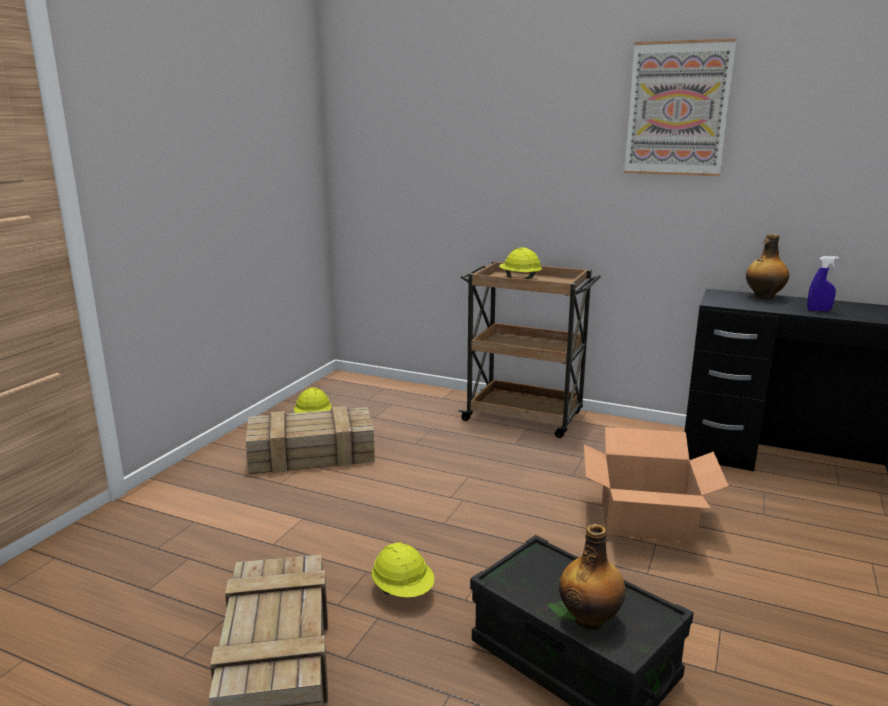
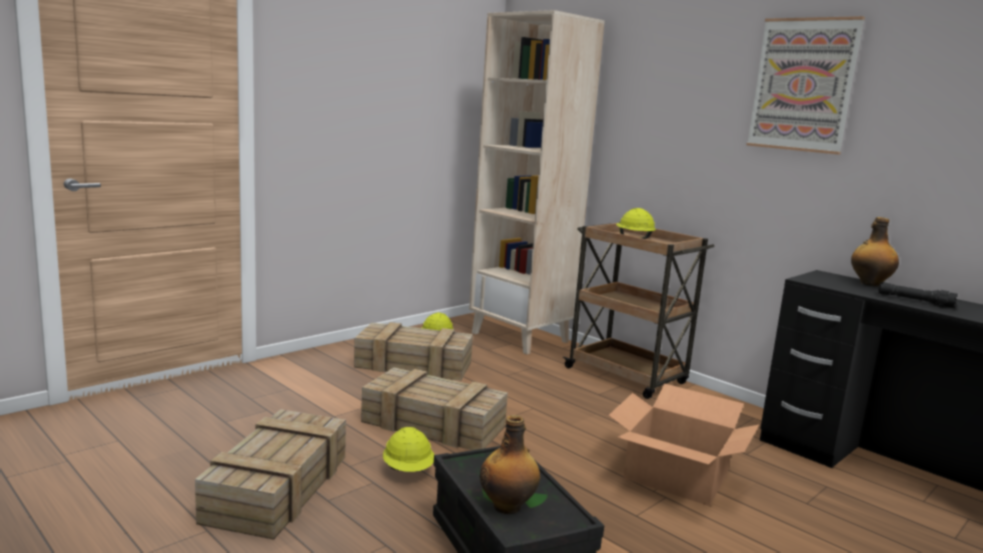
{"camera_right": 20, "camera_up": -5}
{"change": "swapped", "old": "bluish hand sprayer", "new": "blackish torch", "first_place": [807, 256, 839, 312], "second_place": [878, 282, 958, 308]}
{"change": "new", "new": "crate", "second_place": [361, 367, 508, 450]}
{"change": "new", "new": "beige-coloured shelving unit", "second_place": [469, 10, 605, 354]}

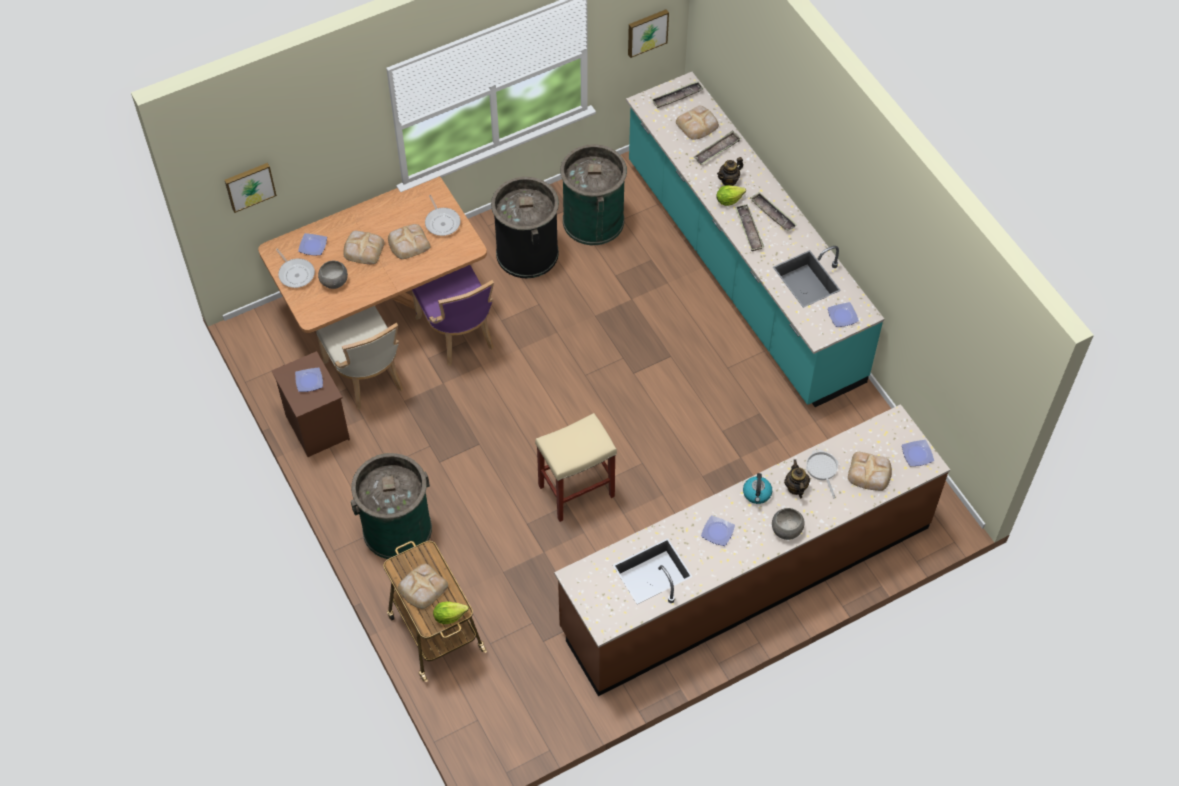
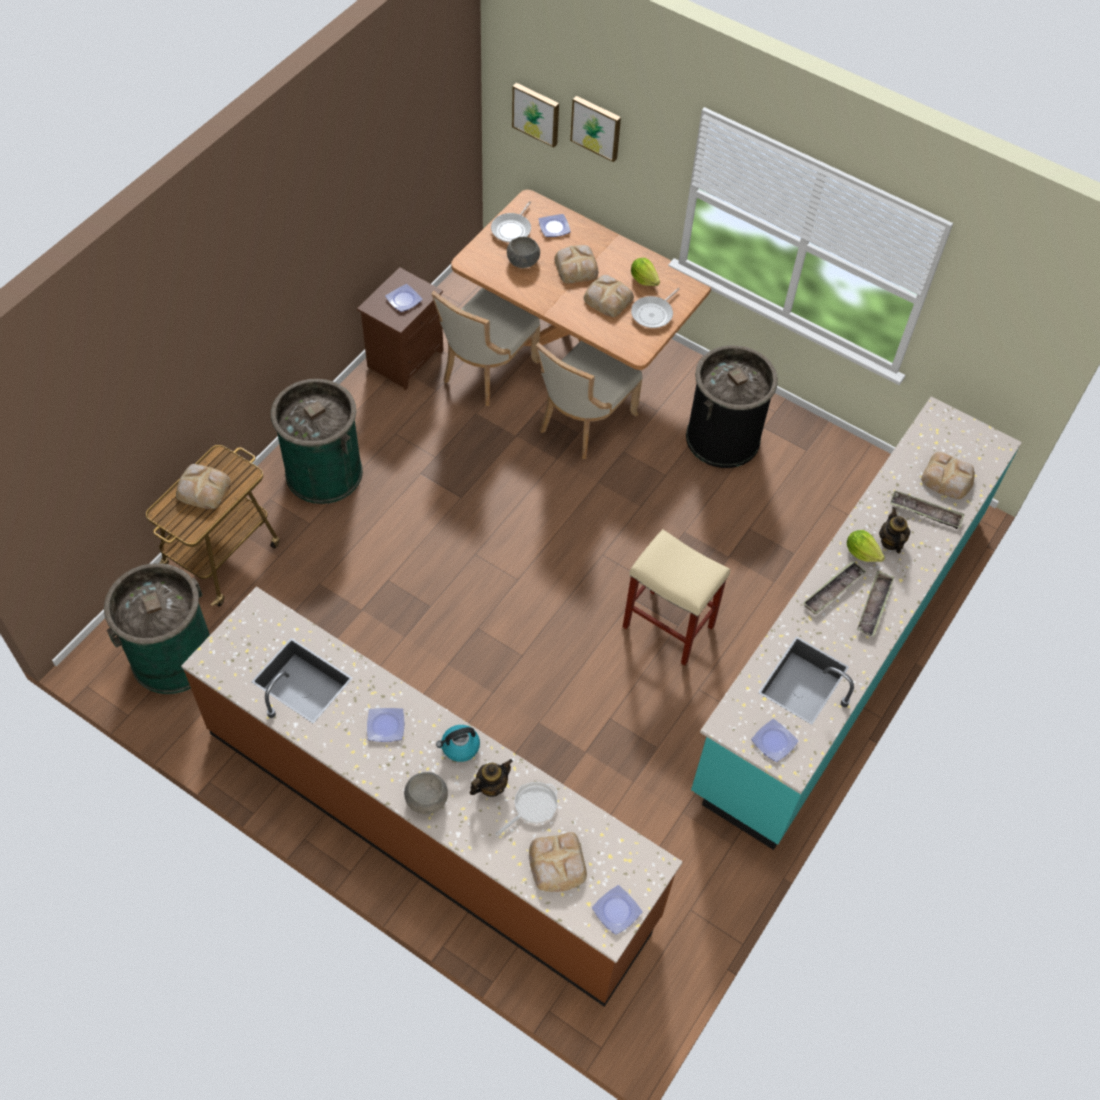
{"camera_right": 60, "camera_up": 0}
{"change": "repainted", "old": "purple chair", "new": "beige-coloured chair", "first_place": [412, 265, 494, 366], "second_place": [536, 341, 642, 459]}
{"change": "shifted", "old": "head of lettuce", "first_place": [433, 601, 469, 624], "second_place": [631, 258, 660, 286]}
{"change": "shifted", "old": "beige-coloured sitting stool", "first_place": [535, 413, 617, 522], "second_place": [623, 529, 730, 666]}
{"change": "shifted", "old": "greenish trash can", "first_place": [560, 144, 627, 245], "second_place": [104, 563, 210, 694]}
{"change": "shifted", "old": "picture", "first_place": [628, 9, 669, 58], "second_place": [570, 96, 621, 162]}
{"change": "gone", "old": "carrying tray", "first_place": [651, 81, 704, 108]}
{"change": "rotated", "old": "pot for tea", "first_place": [717, 157, 743, 186], "second_place": [879, 507, 910, 553], "degrees": 60}

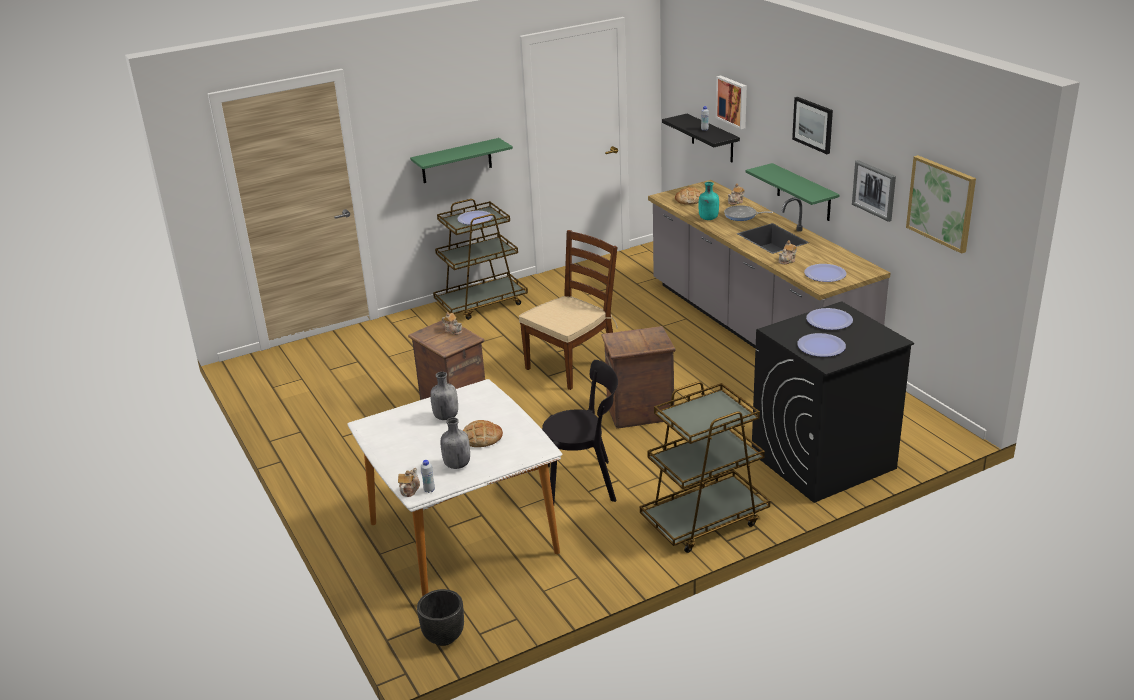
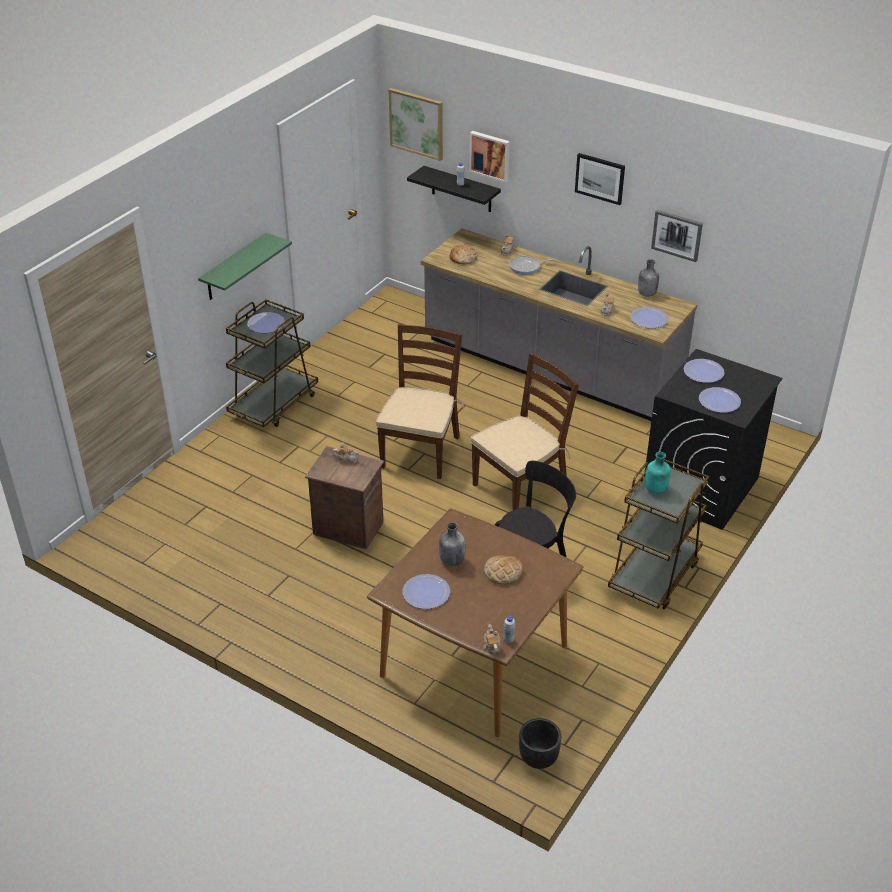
{"camera_right": -30, "camera_up": 10}
{"change": "repainted", "old": "whitish dinner table", "new": "brownish dinner table", "first_place": [347, 379, 562, 597], "second_place": [367, 509, 583, 737]}
{"change": "shifted", "old": "grey beverage bottle", "first_place": [441, 417, 470, 469], "second_place": [638, 259, 659, 297]}
{"change": "swapped", "old": "crate", "new": "brownish chair", "first_place": [601, 326, 675, 429], "second_place": [471, 353, 579, 510]}
{"change": "shifted", "old": "turquoise beverage bottle", "first_place": [699, 182, 719, 220], "second_place": [645, 452, 671, 494]}
{"change": "gone", "old": "greenish wall shelf", "first_place": [746, 163, 840, 221]}
{"change": "shifted", "old": "picture", "first_place": [906, 155, 976, 254], "second_place": [389, 88, 443, 161]}
{"change": "new", "new": "flat dish", "second_place": [402, 574, 450, 609]}

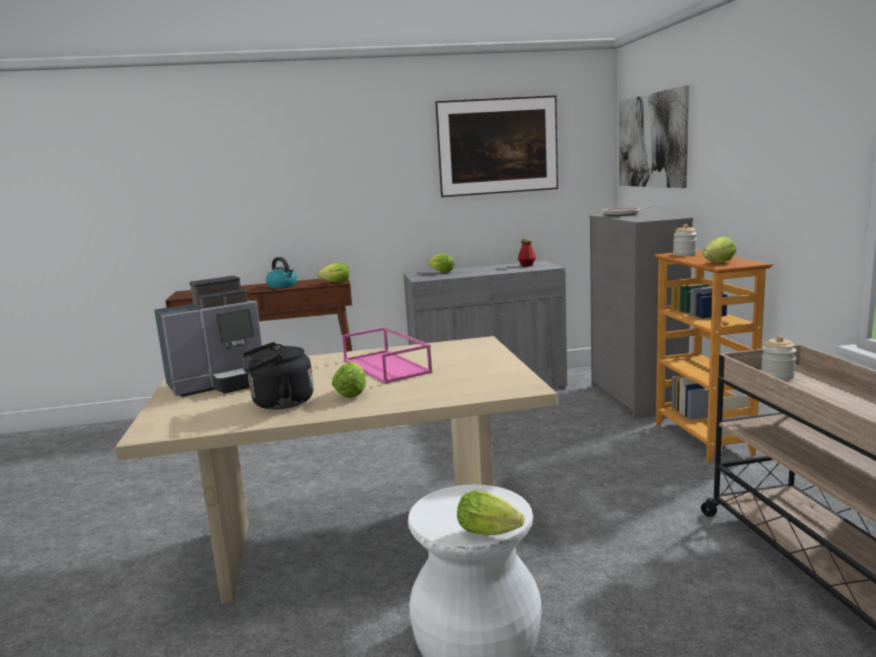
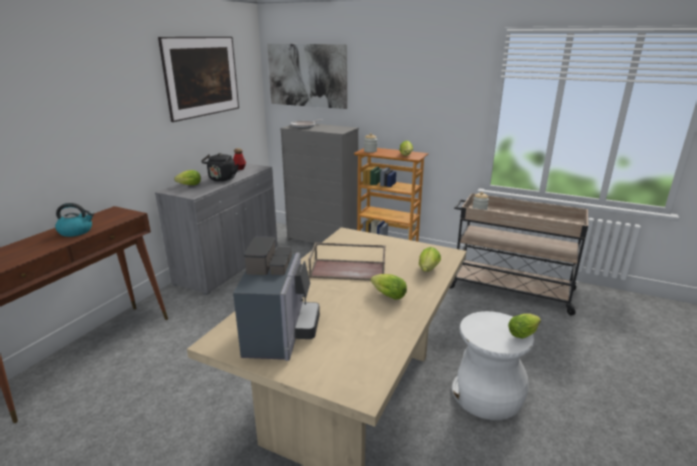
{"camera_right": -55, "camera_up": 10}
{"change": "shifted", "old": "blackish kettle", "first_place": [240, 342, 314, 410], "second_place": [201, 153, 239, 181]}
{"change": "shifted", "old": "head of lettuce", "first_place": [317, 262, 350, 282], "second_place": [419, 247, 441, 272]}
{"change": "repainted", "old": "pinkish carrying tray", "new": "brownish carrying tray", "first_place": [342, 327, 432, 384], "second_place": [309, 243, 386, 281]}

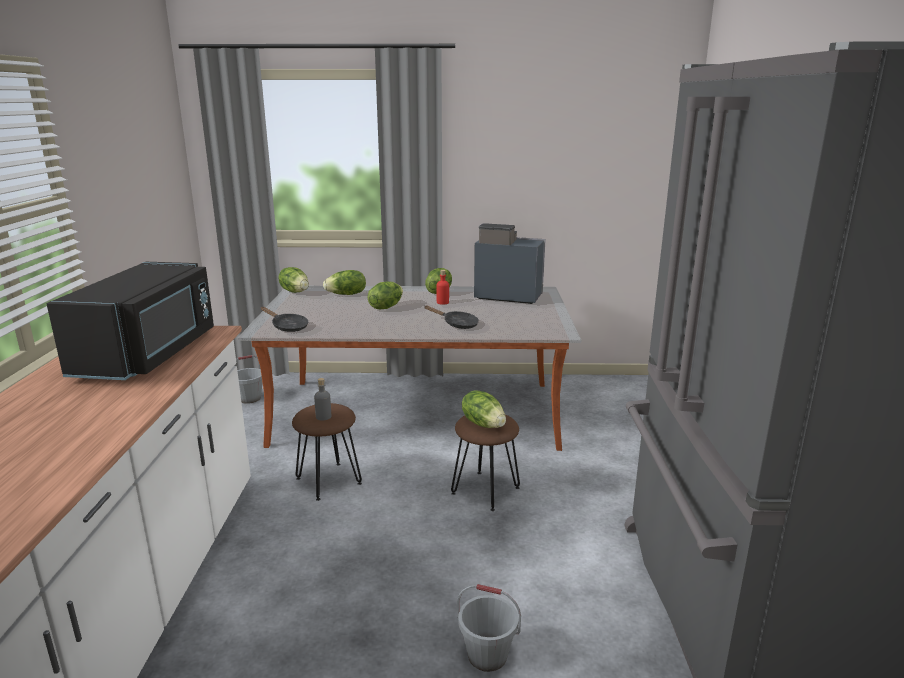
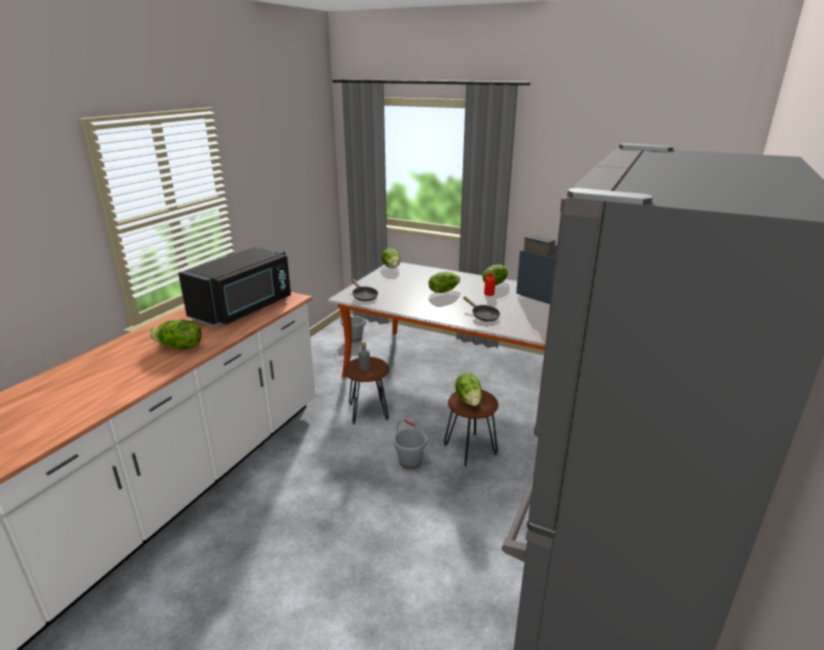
{"camera_right": 25, "camera_up": 5}
{"change": "shifted", "old": "head of lettuce", "first_place": [323, 270, 366, 295], "second_place": [150, 319, 202, 349]}
{"change": "shifted", "old": "grey bucket", "first_place": [457, 584, 521, 672], "second_place": [393, 419, 427, 469]}

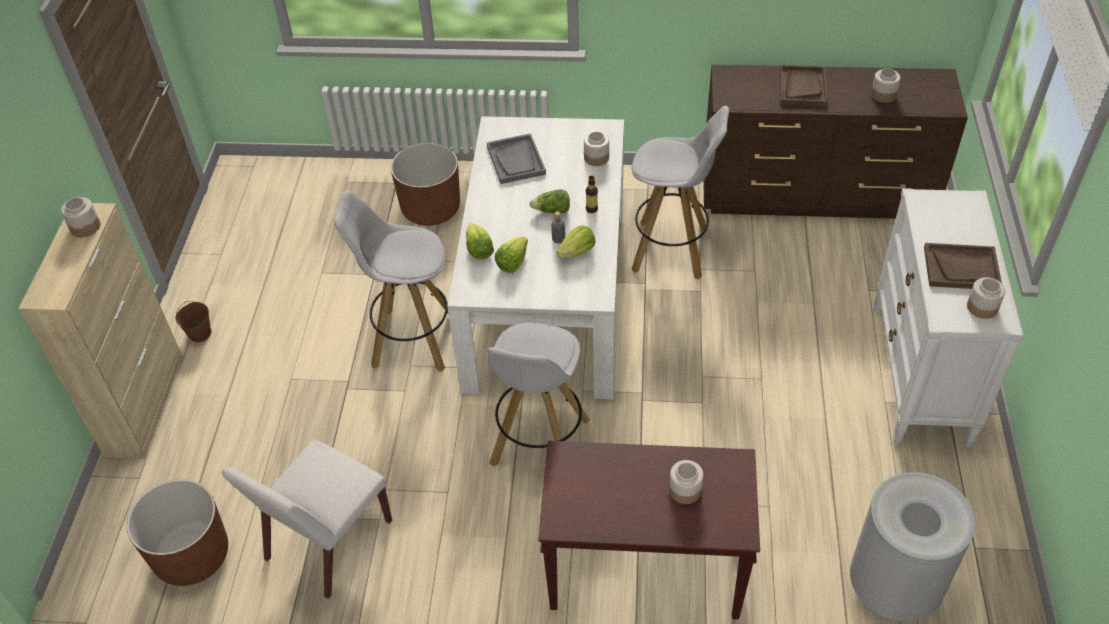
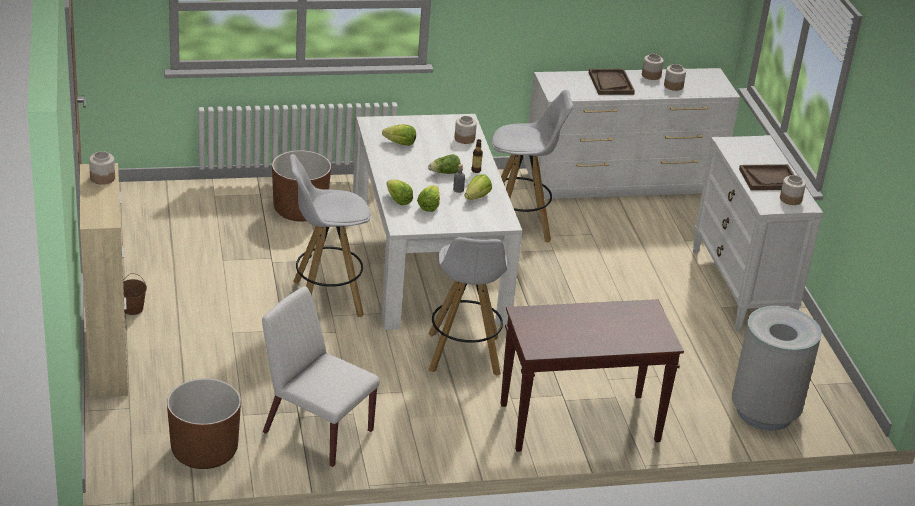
{"camera_right": -20, "camera_up": -15}
{"change": "rotated", "old": "whitish chair", "first_place": [222, 440, 392, 599], "second_place": [262, 286, 380, 467], "degrees": 105}
{"change": "swapped", "old": "grey carrying tray", "new": "head of lettuce", "first_place": [487, 133, 546, 184], "second_place": [382, 124, 416, 146]}
{"change": "shifted", "old": "preserve jar", "first_place": [669, 460, 704, 504], "second_place": [642, 54, 664, 80]}
{"change": "repainted", "old": "brownish chest of drawers", "new": "whitish chest of drawers", "first_place": [703, 65, 968, 219], "second_place": [524, 68, 740, 199]}

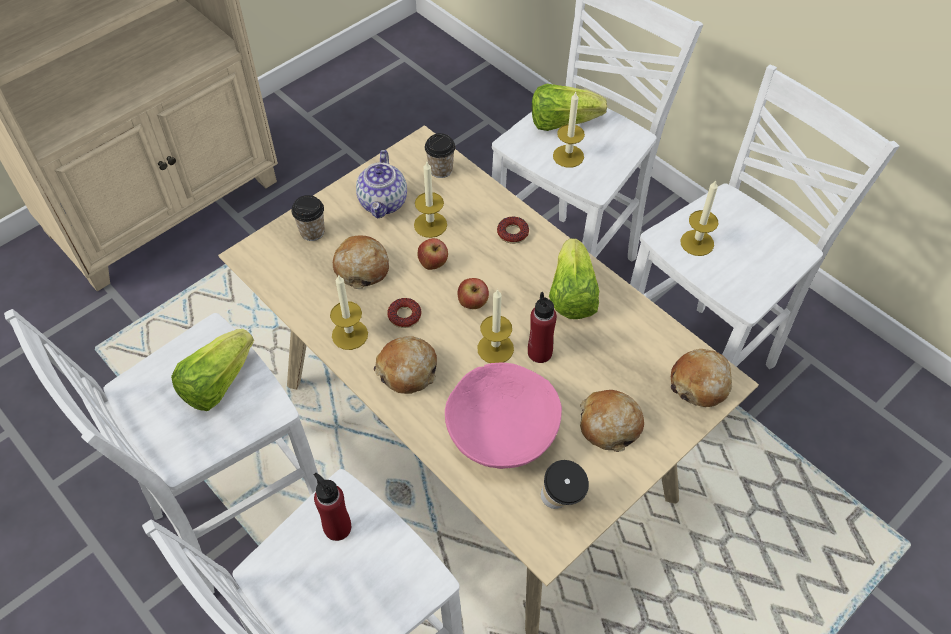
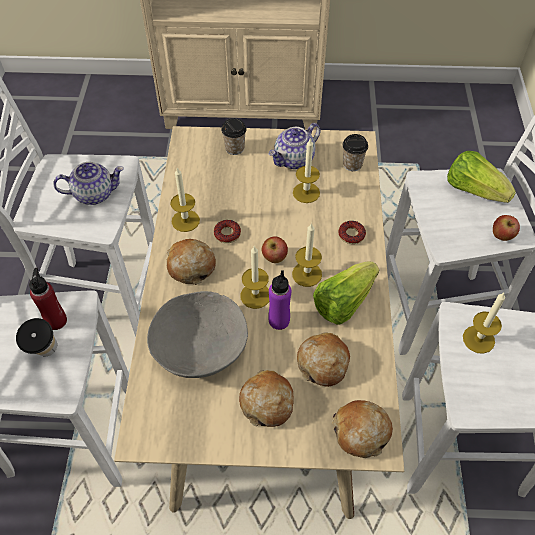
{"camera_right": 45, "camera_up": 0}
{"change": "swapped", "old": "head of lettuce", "new": "pot for tea", "first_place": [171, 329, 254, 411], "second_place": [53, 162, 124, 205]}
{"change": "shifted", "old": "bread", "first_place": [333, 235, 389, 289], "second_place": [297, 332, 350, 387]}
{"change": "shifted", "old": "whole apple", "first_place": [418, 238, 448, 270], "second_place": [493, 215, 520, 241]}
{"change": "repainted", "old": "pinkish serving bowl", "new": "grey serving bowl", "first_place": [445, 362, 562, 469], "second_place": [147, 291, 248, 378]}
{"change": "repainted", "old": "red beverage bottle", "new": "purple beverage bottle", "first_place": [528, 292, 557, 363], "second_place": [268, 270, 291, 330]}
{"change": "shifted", "old": "small cup", "first_place": [541, 460, 589, 509], "second_place": [16, 318, 57, 356]}
{"change": "shifted", "old": "candle", "first_place": [553, 91, 585, 168], "second_place": [292, 223, 322, 287]}

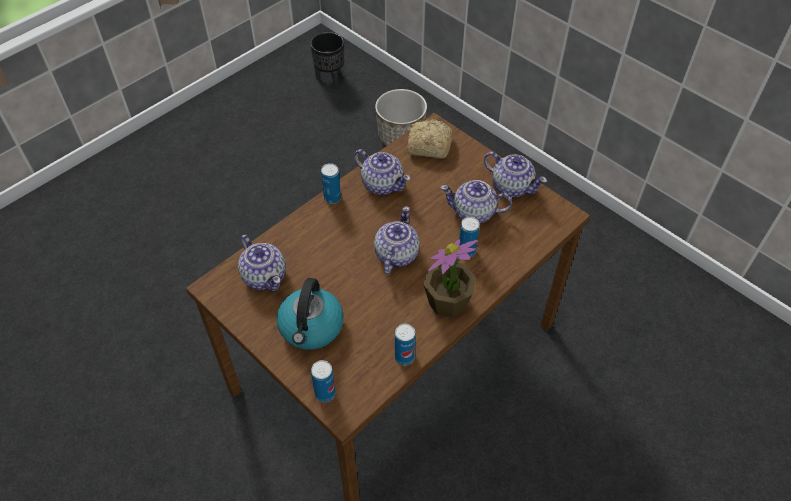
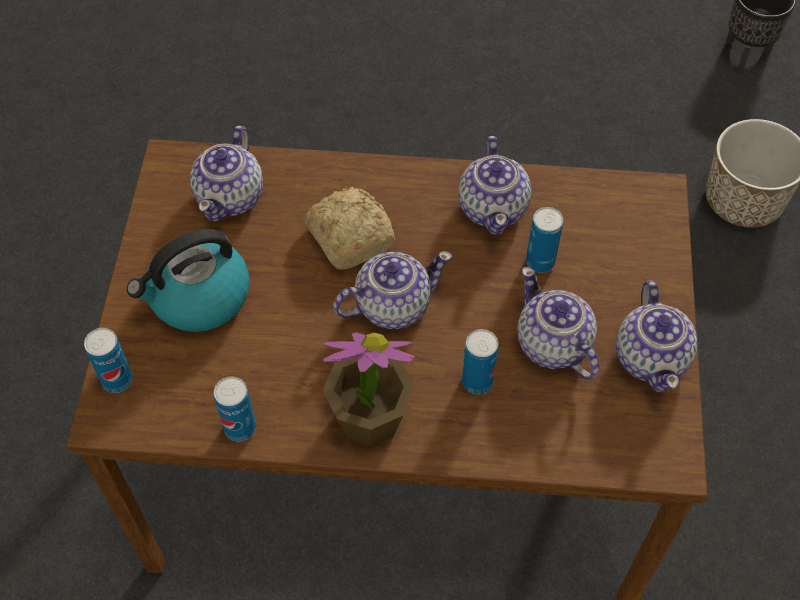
{"camera_right": 50, "camera_up": 5}
{"change": "shifted", "old": "can", "first_place": [321, 163, 341, 204], "second_place": [526, 207, 563, 273]}
{"change": "shifted", "old": "bread", "first_place": [407, 119, 452, 159], "second_place": [303, 187, 395, 270]}

